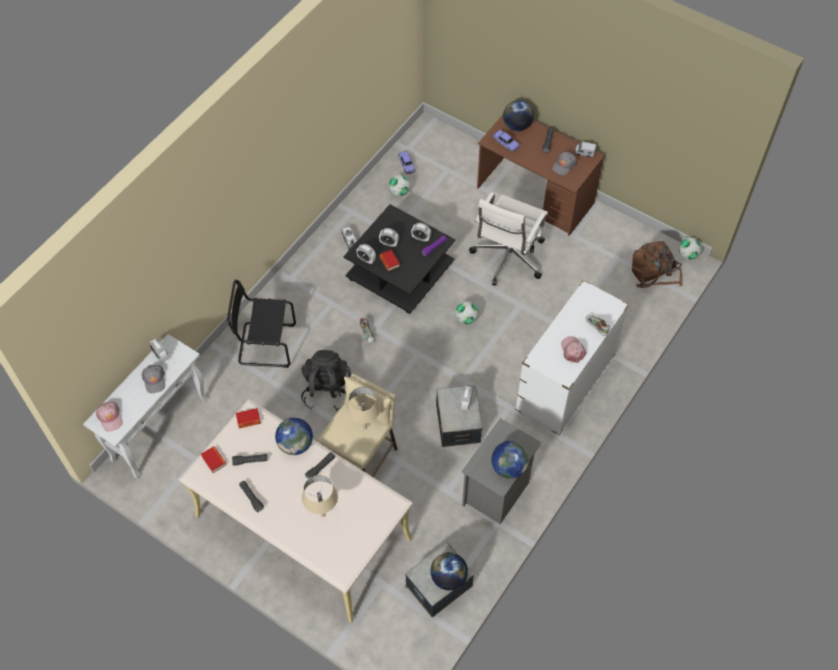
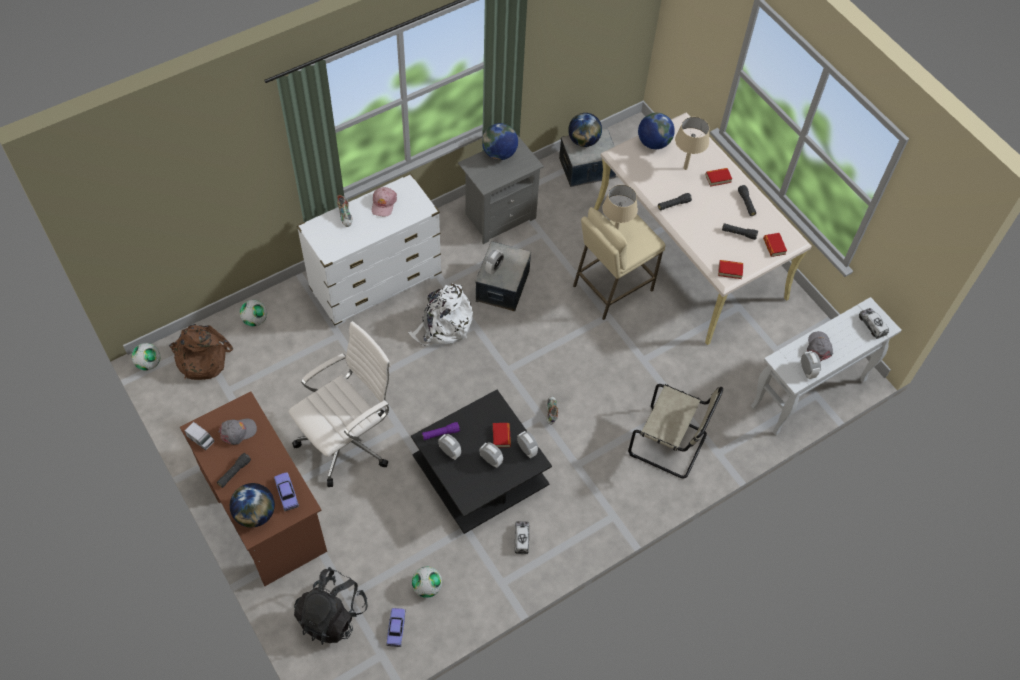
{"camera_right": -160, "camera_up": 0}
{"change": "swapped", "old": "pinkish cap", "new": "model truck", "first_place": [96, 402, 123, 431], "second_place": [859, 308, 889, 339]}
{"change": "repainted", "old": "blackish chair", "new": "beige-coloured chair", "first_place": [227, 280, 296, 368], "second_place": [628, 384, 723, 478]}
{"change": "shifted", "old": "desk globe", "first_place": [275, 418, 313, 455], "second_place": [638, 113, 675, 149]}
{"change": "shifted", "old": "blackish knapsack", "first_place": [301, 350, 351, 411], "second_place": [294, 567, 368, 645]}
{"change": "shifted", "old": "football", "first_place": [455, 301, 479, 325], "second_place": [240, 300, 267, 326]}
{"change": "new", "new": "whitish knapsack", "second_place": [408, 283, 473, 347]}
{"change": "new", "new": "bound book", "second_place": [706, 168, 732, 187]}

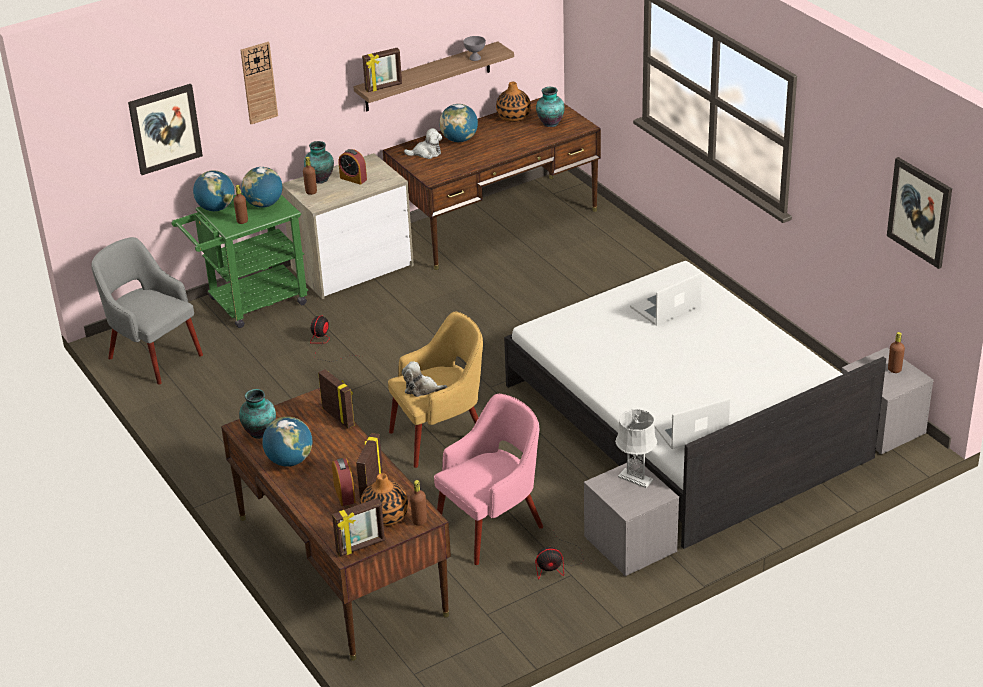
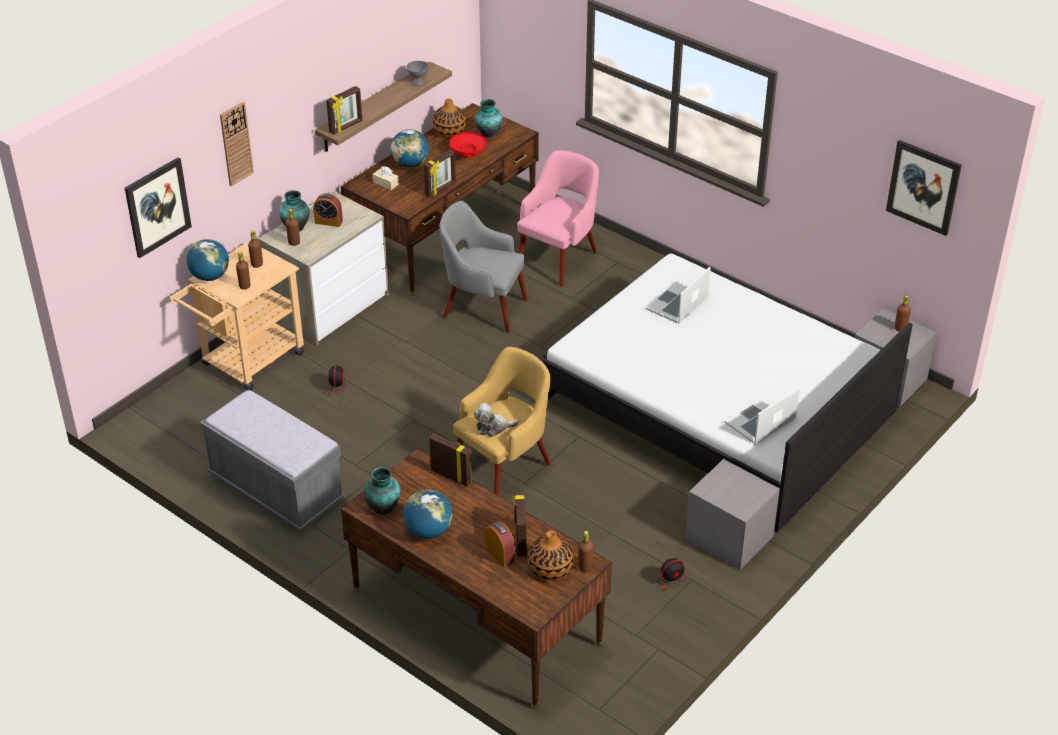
{"camera_right": -20, "camera_up": 5}
{"change": "shifted", "old": "grey easy chair", "first_place": [91, 237, 203, 384], "second_place": [439, 201, 528, 333]}
{"change": "repainted", "old": "greenish trolley", "new": "beige-coloured trolley", "first_place": [172, 193, 308, 328], "second_place": [169, 241, 304, 391]}
{"change": "swapped", "old": "desk globe", "new": "brownish beverage bottle", "first_place": [241, 167, 282, 208], "second_place": [248, 230, 263, 268]}
{"change": "shifted", "old": "picture frame", "first_place": [332, 498, 385, 557], "second_place": [424, 150, 456, 197]}
{"change": "swapped", "old": "cuddly toy", "new": "beige-coloured tissue holder", "first_place": [404, 128, 443, 159], "second_place": [373, 166, 399, 190]}
{"change": "shifted", "old": "pinkish easy chair", "first_place": [434, 394, 543, 565], "second_place": [517, 150, 599, 287]}
{"change": "gone", "old": "grey tabletop lamp", "first_place": [615, 409, 657, 488]}
{"change": "new", "new": "grey long seat", "second_place": [200, 390, 345, 532]}
{"change": "new", "new": "red serving bowl", "second_place": [449, 132, 487, 157]}

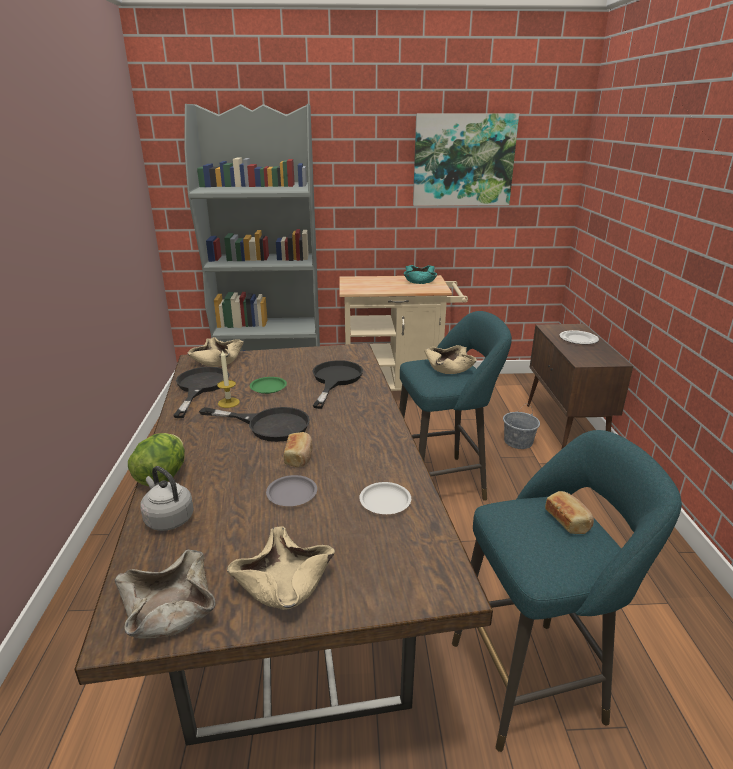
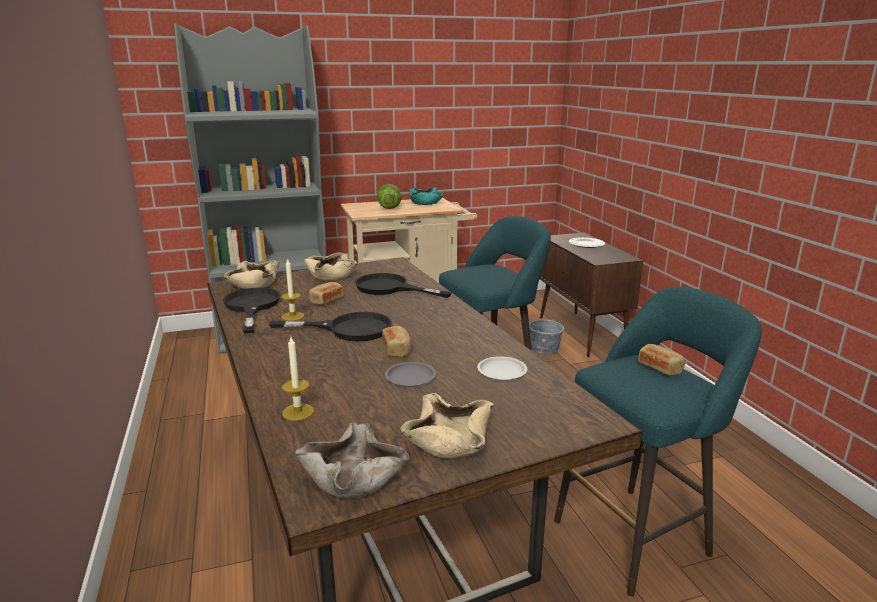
{"camera_right": -15, "camera_up": -5}
{"change": "shifted", "old": "head of lettuce", "first_place": [128, 433, 185, 486], "second_place": [377, 184, 402, 209]}
{"change": "swapped", "old": "grey kettle", "new": "candle", "first_place": [140, 466, 194, 531], "second_place": [282, 337, 314, 421]}
{"change": "swapped", "old": "greenish flat dish", "new": "bread", "first_place": [250, 377, 287, 394], "second_place": [309, 282, 344, 304]}
{"change": "rotated", "old": "blackish skillet", "first_place": [312, 360, 363, 409], "second_place": [355, 273, 452, 298], "degrees": -60}
{"change": "gone", "old": "picture", "first_place": [413, 114, 519, 206]}
{"change": "shifted", "old": "beige-coloured serving bowl", "first_place": [424, 345, 477, 374], "second_place": [304, 252, 357, 281]}

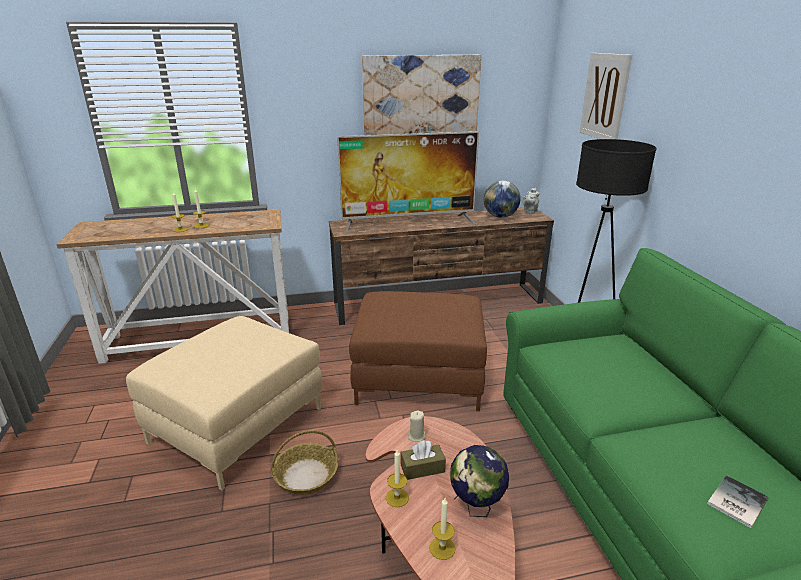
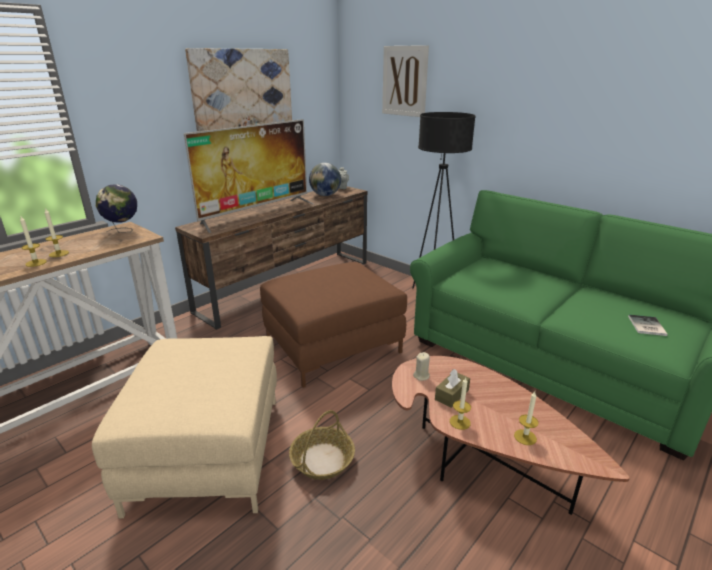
{"camera_right": -35, "camera_up": 0}
{"change": "shifted", "old": "desk globe", "first_place": [450, 445, 509, 517], "second_place": [96, 185, 137, 233]}

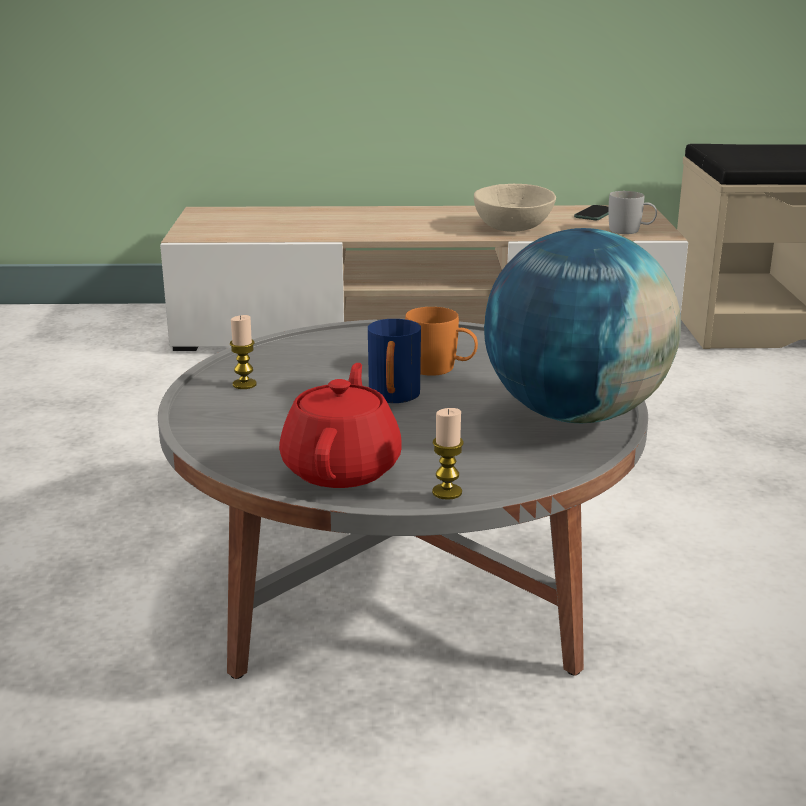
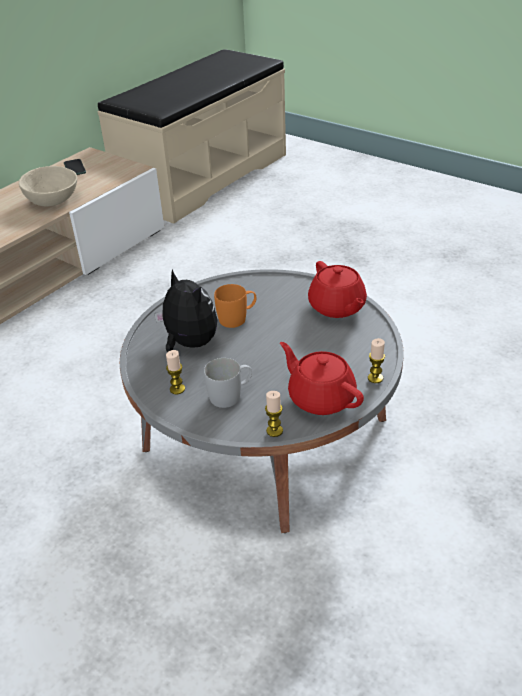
{"camera_right": -50, "camera_up": 15}
{"change": "gone", "old": "bluish tea mug", "first_place": [368, 319, 421, 403]}
{"change": "swapped", "old": "desk globe", "new": "red pot for tea", "first_place": [484, 228, 681, 423], "second_place": [308, 261, 367, 318]}
{"change": "shifted", "old": "whitish tea mug", "first_place": [608, 191, 657, 234], "second_place": [204, 358, 252, 408]}
{"change": "new", "new": "cuddly toy", "second_place": [154, 270, 217, 352]}
{"change": "new", "new": "candle", "second_place": [265, 391, 283, 437]}

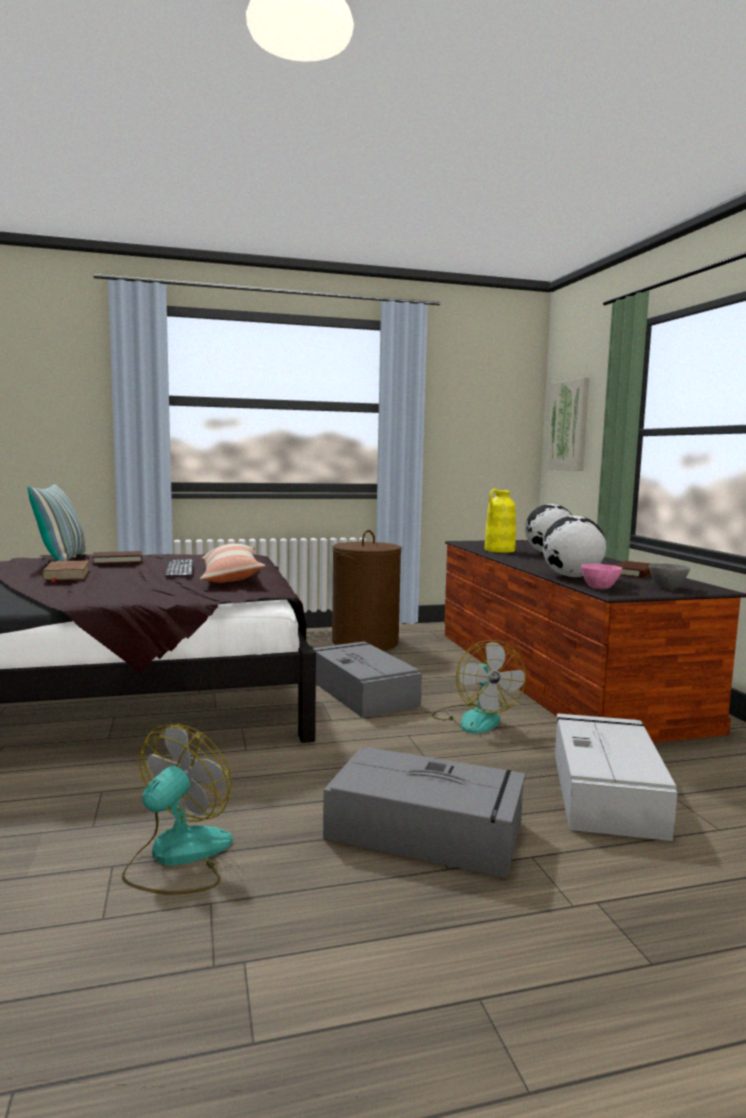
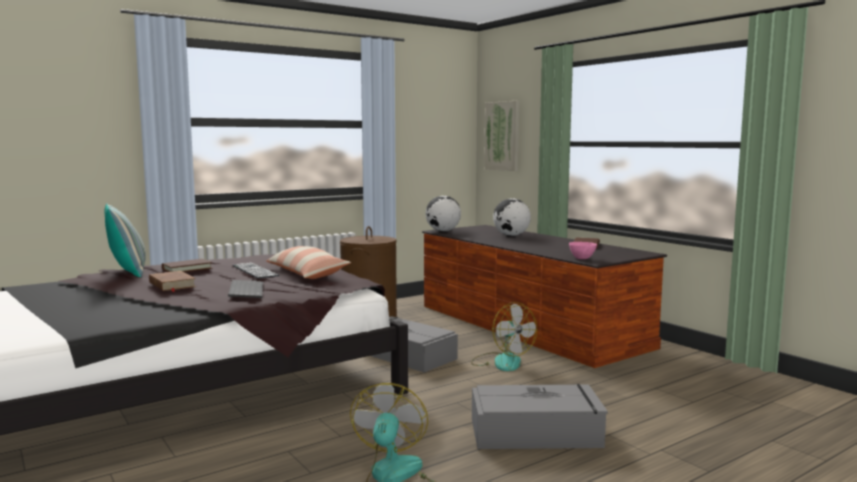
{"camera_right": -20, "camera_up": 0}
{"change": "gone", "old": "yellow-coloured vase", "first_place": [485, 489, 516, 553]}
{"change": "shifted", "old": "desk globe", "first_place": [543, 516, 606, 578], "second_place": [425, 196, 461, 232]}
{"change": "gone", "old": "grey storage bin", "first_place": [555, 713, 677, 841]}
{"change": "gone", "old": "grey serving bowl", "first_place": [649, 563, 690, 589]}
{"change": "new", "new": "PC keyboard", "second_place": [228, 280, 263, 298]}

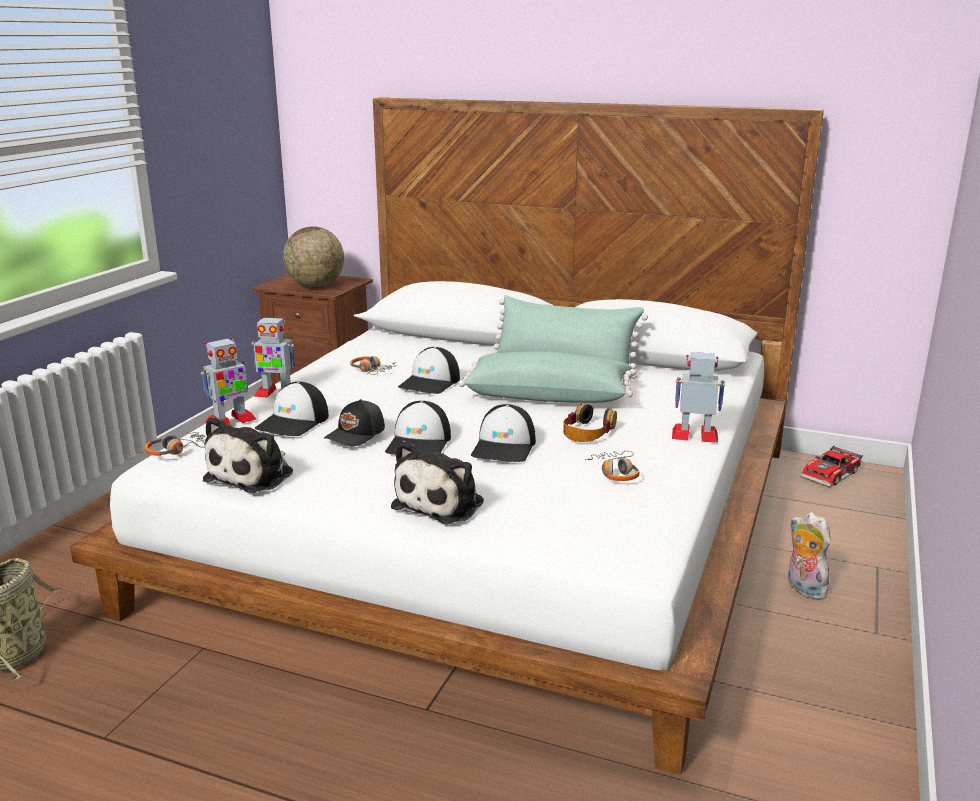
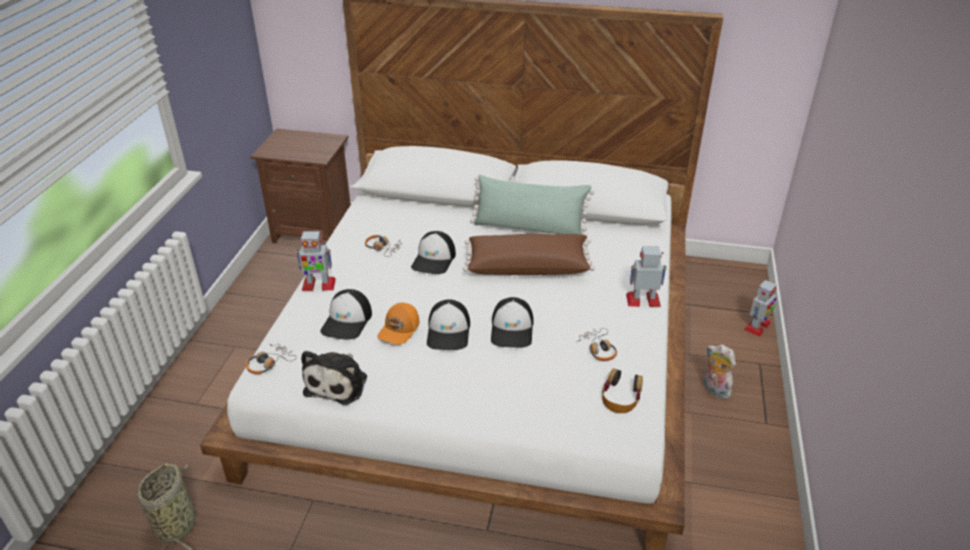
{"camera_right": -10, "camera_up": 15}
{"change": "shifted", "old": "model robot", "first_place": [201, 336, 256, 426], "second_place": [743, 278, 777, 337]}
{"change": "gone", "old": "desk globe", "first_place": [283, 227, 344, 288]}
{"change": "repainted", "old": "blackish cap", "new": "orange-coloured cap", "first_place": [324, 399, 385, 446], "second_place": [377, 303, 420, 345]}
{"change": "gone", "old": "cuddly toy", "first_place": [391, 440, 484, 524]}
{"change": "repainted", "old": "greenish pillow", "new": "brownish pillow", "first_place": [458, 351, 636, 403], "second_place": [463, 234, 595, 275]}
{"change": "shifted", "old": "headset", "first_place": [563, 403, 617, 442], "second_place": [602, 368, 643, 413]}
{"change": "gone", "old": "toy car", "first_place": [800, 446, 863, 488]}

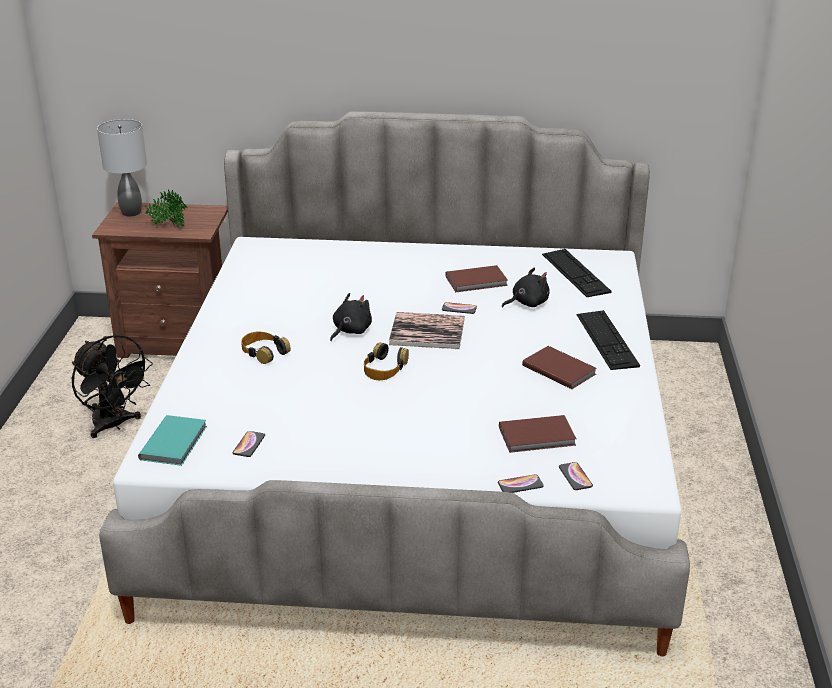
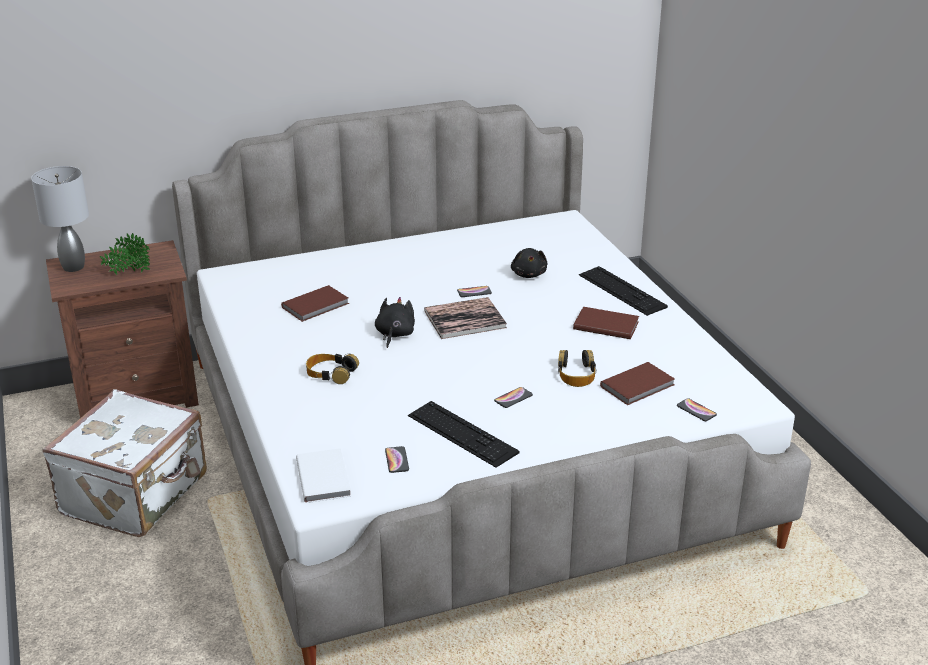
{"camera_right": -25, "camera_up": 0}
{"change": "swapped", "old": "blackish fan", "new": "whitish suitcase", "first_place": [72, 335, 153, 438], "second_place": [42, 389, 207, 537]}
{"change": "repainted", "old": "turquoise bound book", "new": "whitish bound book", "first_place": [138, 415, 207, 466], "second_place": [296, 448, 351, 503]}
{"change": "shifted", "old": "headset", "first_place": [364, 342, 409, 380], "second_place": [558, 350, 596, 387]}
{"change": "shifted", "old": "brownish bound book", "first_place": [445, 265, 508, 292], "second_place": [281, 285, 349, 322]}
{"change": "shifted", "old": "telephone", "first_place": [498, 474, 544, 493], "second_place": [494, 387, 533, 408]}
{"change": "rotated", "old": "blackish cuddly toy", "first_place": [502, 267, 549, 308], "second_place": [511, 248, 547, 278], "degrees": 135}
{"change": "shifted", "old": "PC keyboard", "first_place": [542, 249, 611, 297], "second_place": [408, 401, 519, 468]}

